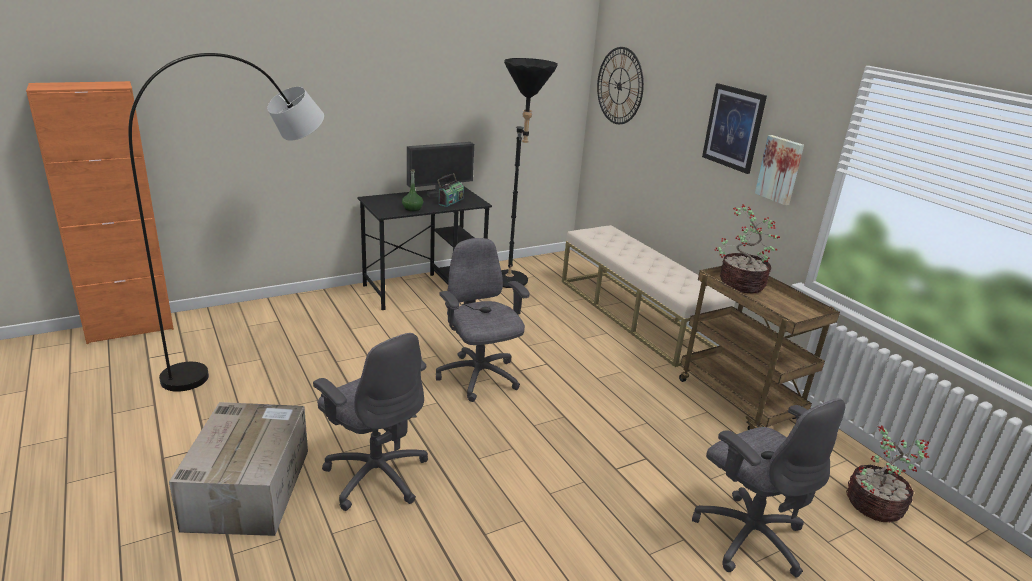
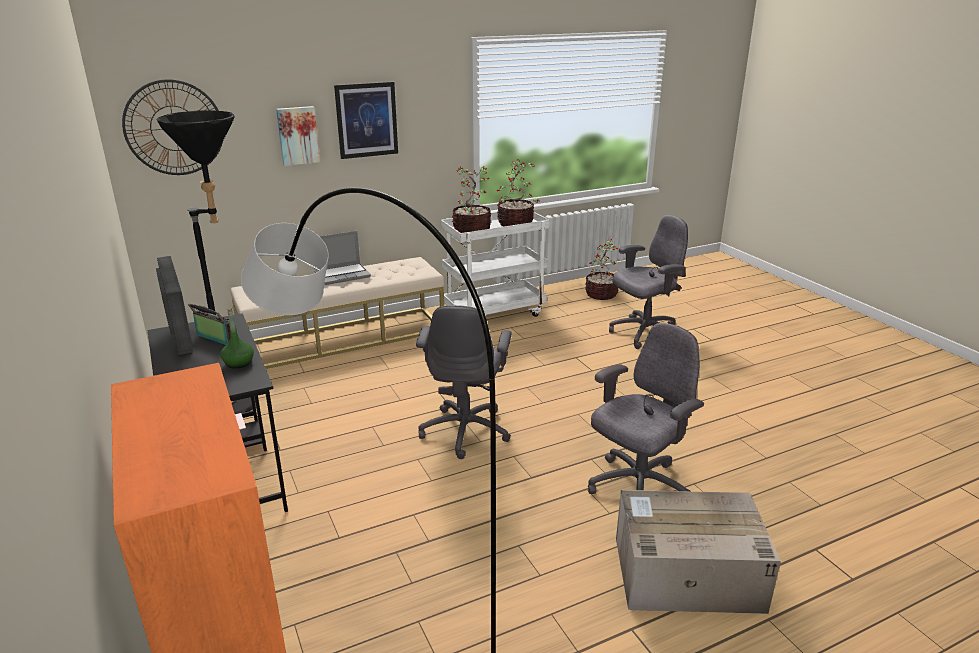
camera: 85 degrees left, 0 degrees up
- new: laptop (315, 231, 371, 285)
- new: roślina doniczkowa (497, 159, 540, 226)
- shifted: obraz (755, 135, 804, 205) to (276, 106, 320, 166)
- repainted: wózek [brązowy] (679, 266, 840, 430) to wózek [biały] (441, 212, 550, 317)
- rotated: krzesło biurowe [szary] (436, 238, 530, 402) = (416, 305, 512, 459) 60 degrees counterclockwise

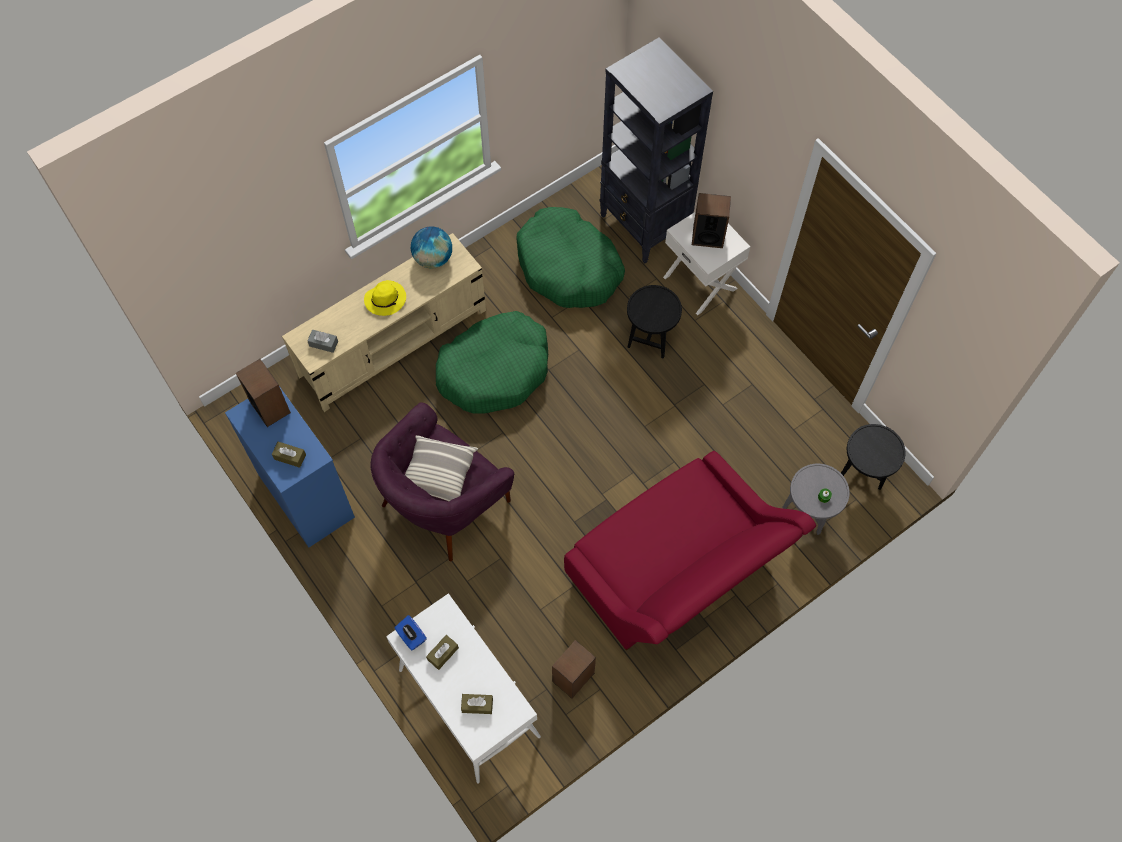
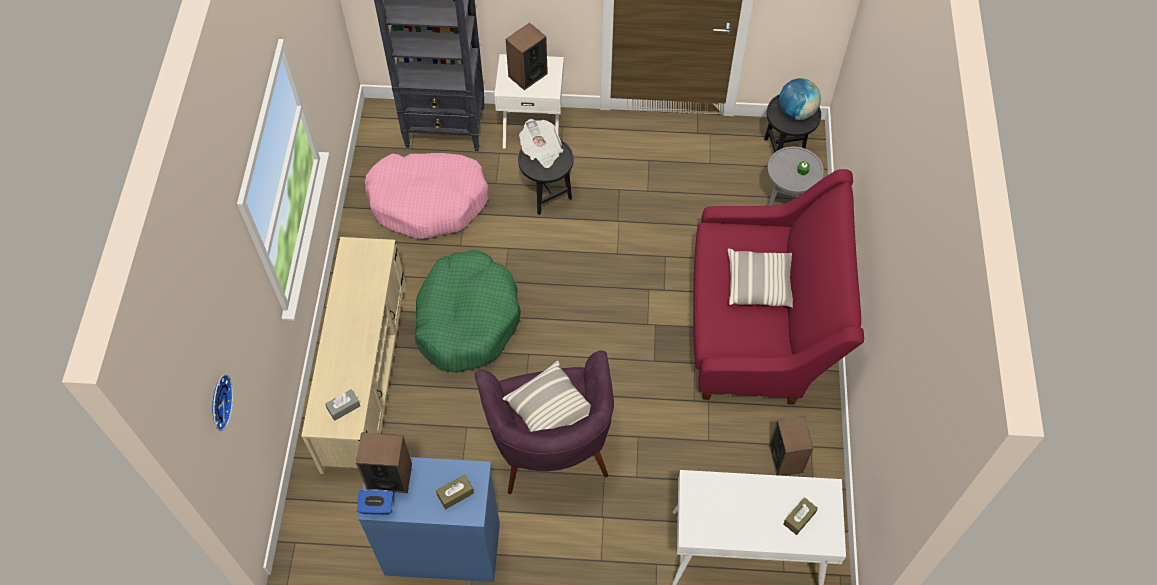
camera: 50 degrees left, 5 degrees down
- gone: kapelusz [żółty] (364, 280, 406, 316)
- gone: pudełko chusteczek [brązowy] (426, 635, 459, 670)
- new: zegar ścienny (212, 374, 233, 431)
- new: gazeta (519, 119, 563, 168)
- new: poduszka (728, 249, 793, 308)
- shifted: pudełko chusteczek [niebieski] (395, 615, 427, 650) to (357, 489, 393, 515)
- shifted: globus (411, 227, 452, 268) to (779, 78, 821, 120)
- repainted: legowisko [zielony] (516, 207, 625, 308) to legowisko [różowy] (365, 153, 489, 239)

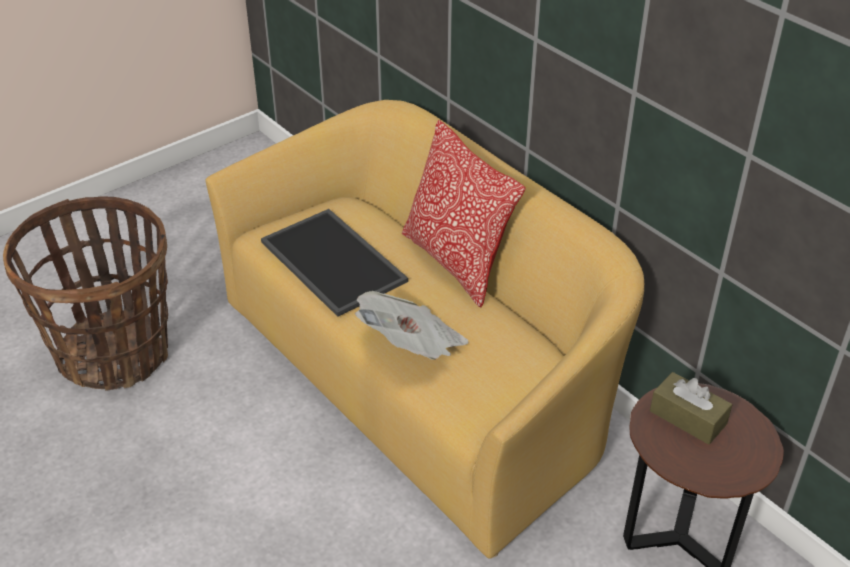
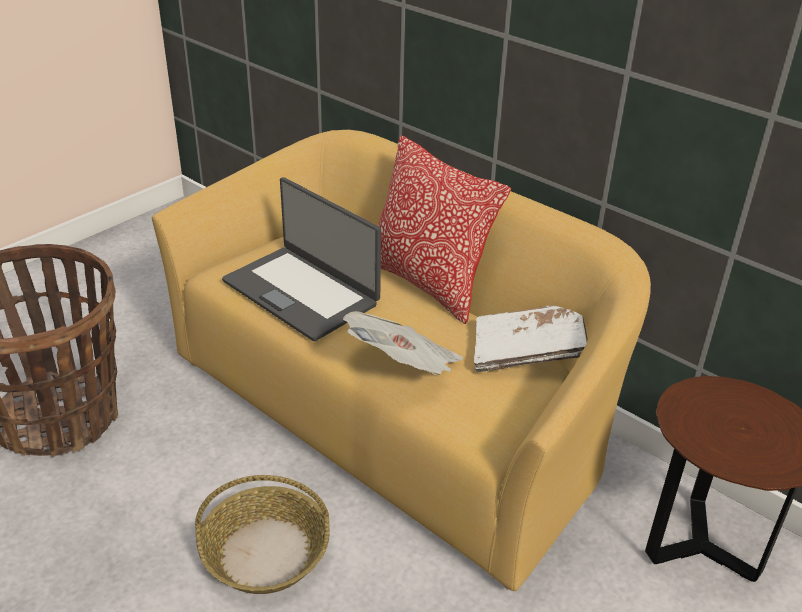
camera: 10 degrees left, 5 degrees down
- gone: pudełko chusteczek [brązowy] (650, 372, 732, 445)
- new: koszyk (195, 475, 330, 594)
- new: książka [biały] (474, 306, 588, 372)
- swapped: taca (261, 209, 408, 317) to laptop (222, 177, 381, 341)

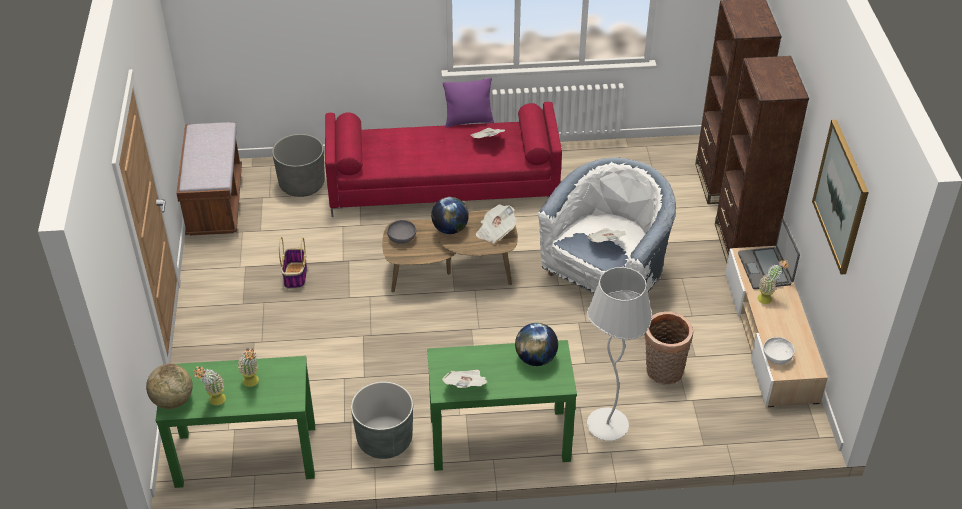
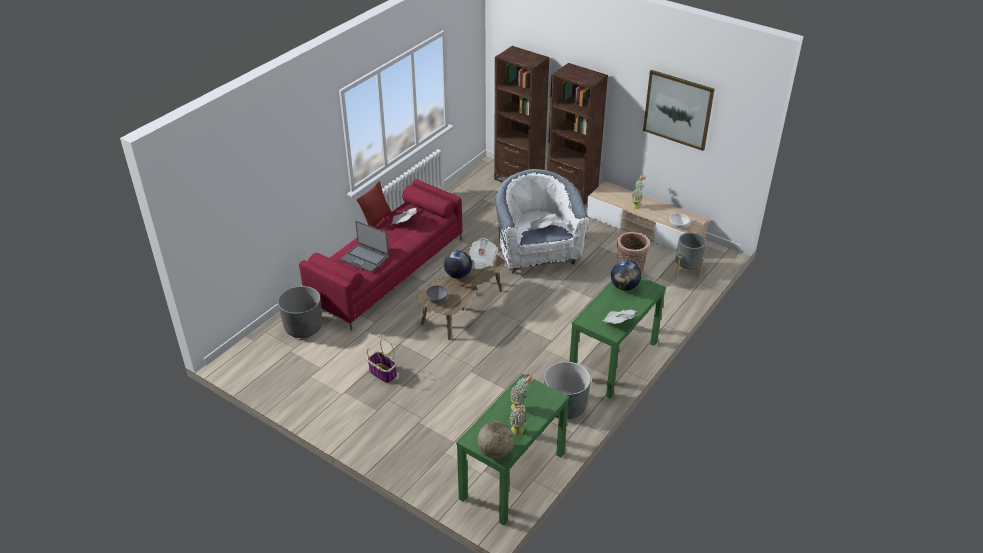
camera: 50 degrees left, 5 degrees down
- gone: ławka [brązowy] (176, 122, 242, 235)
- gone: lampa stojąca [biały] (587, 267, 652, 441)
- new: donica [szary] (675, 233, 706, 278)
- shifted: laptop (738, 218, 800, 289) to (341, 221, 389, 272)
- repainted: poduszka [fioletowy] (443, 78, 494, 128) to poduszka [czerwony] (357, 181, 392, 227)

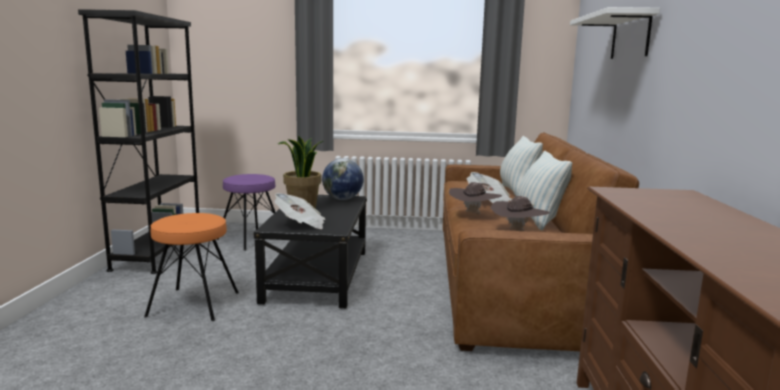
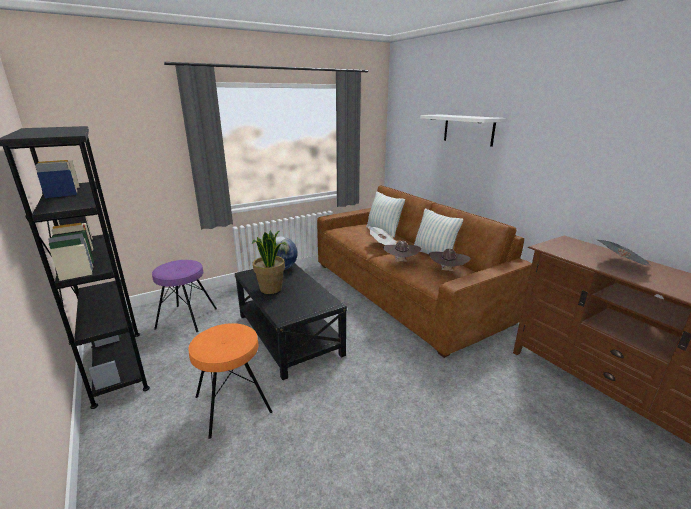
camera: 35 degrees left, 10 degrees up
- shifted: gazeta (274, 193, 325, 229) to (598, 240, 649, 266)

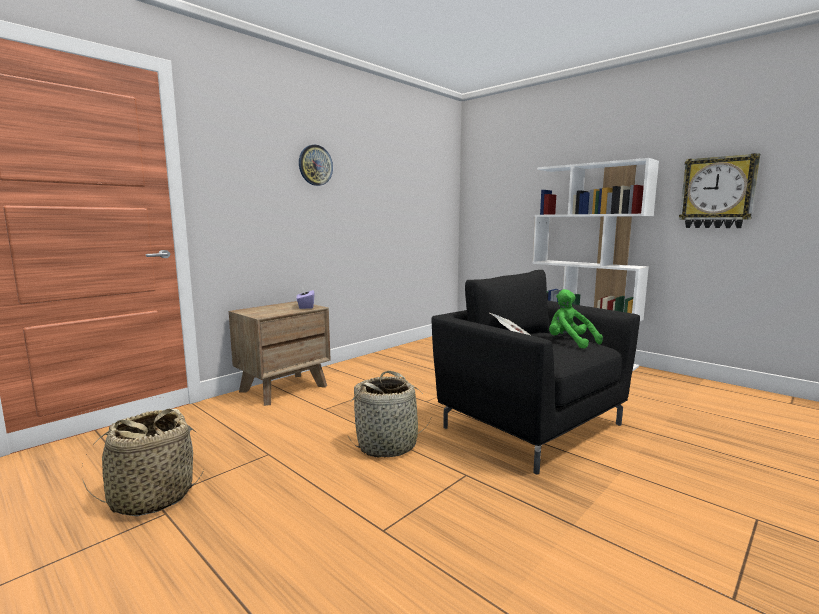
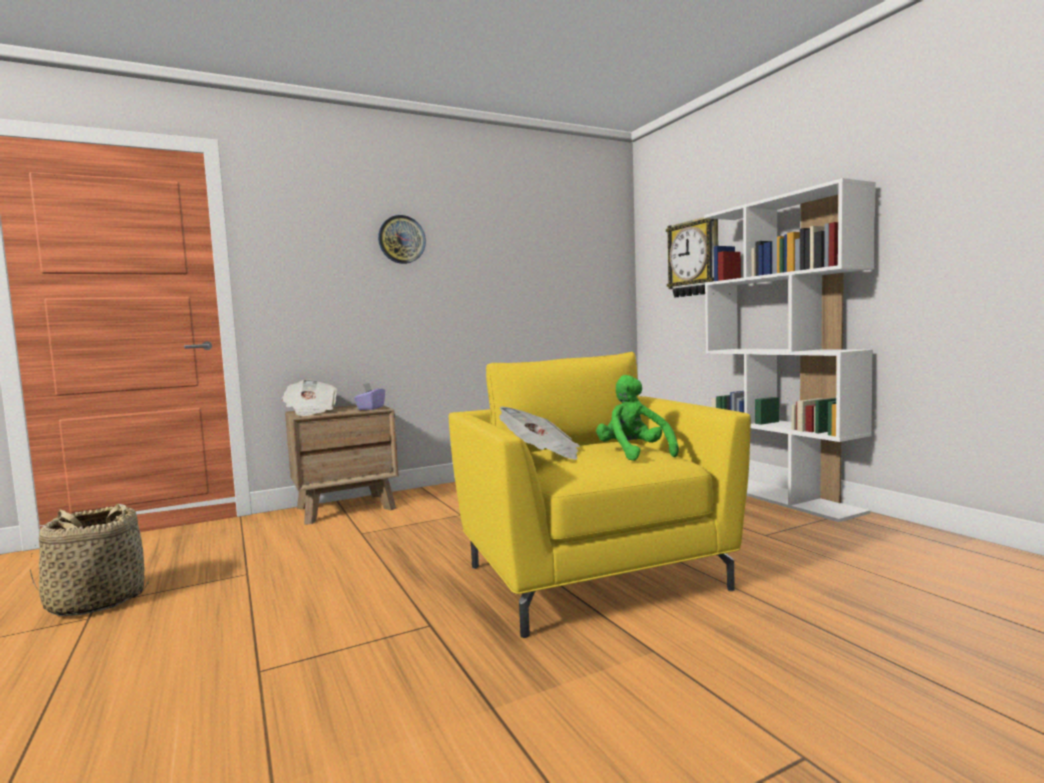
camera: 20 degrees right, 5 degrees down
- gone: koszyk (348, 371, 432, 458)
- new: gazeta (282, 379, 337, 416)
- shifted: zegar ścienny (679, 153, 760, 228) to (666, 217, 718, 297)
- repainted: fotel [czarny] (432, 270, 640, 474) to fotel [żółty] (449, 352, 751, 638)

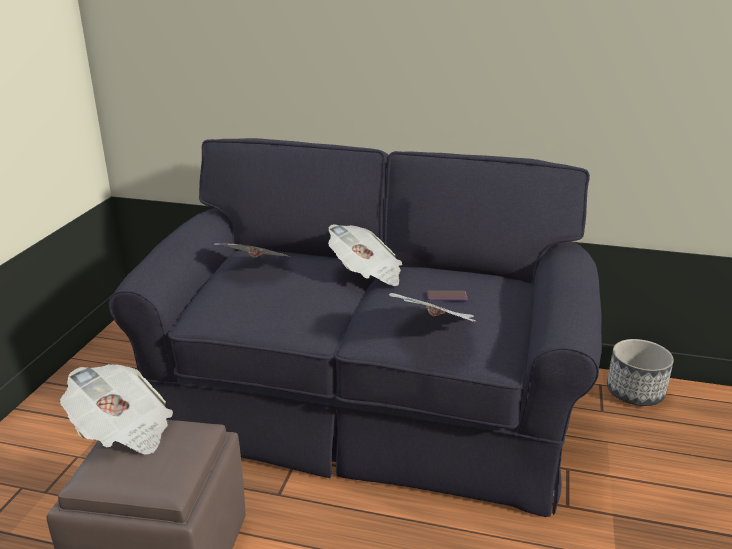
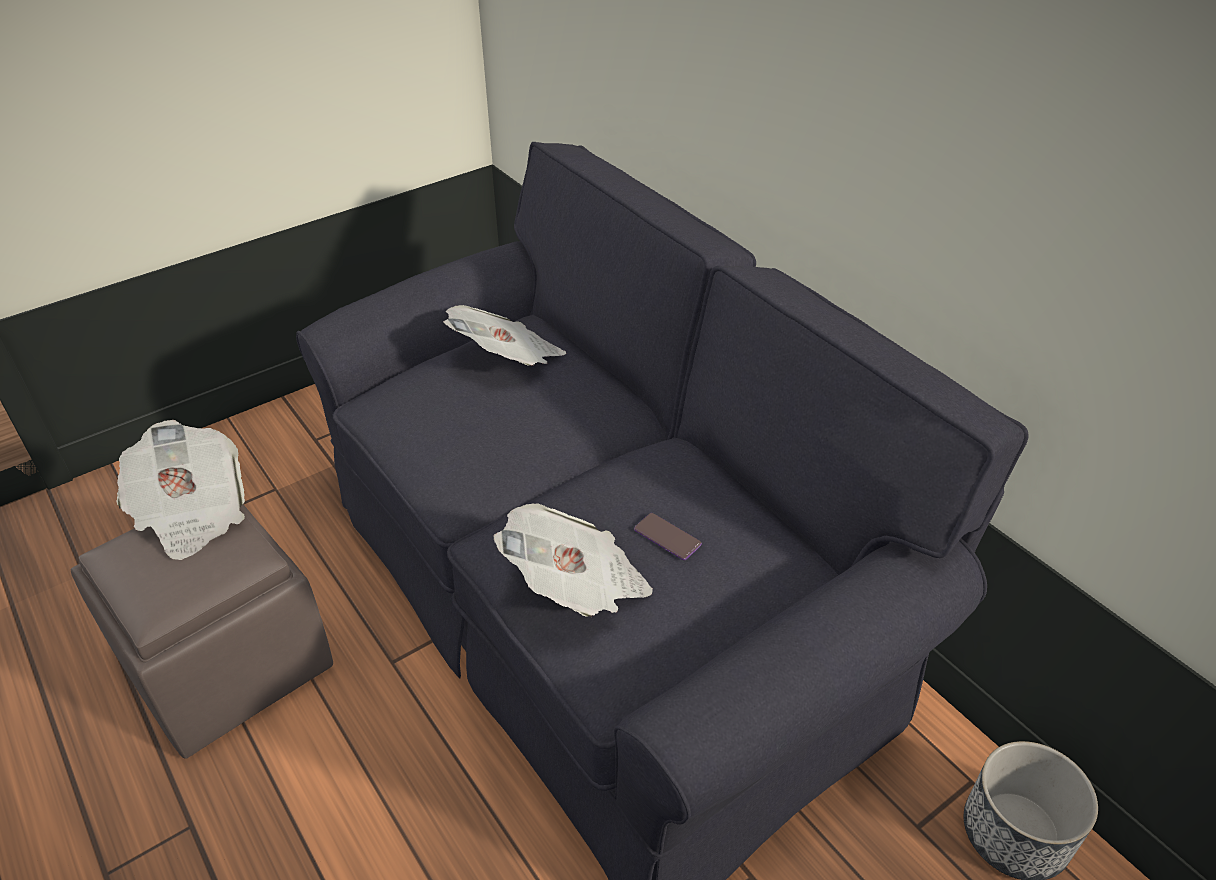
camera: 40 degrees right, 15 degrees up
- gone: gazeta (328, 224, 402, 286)

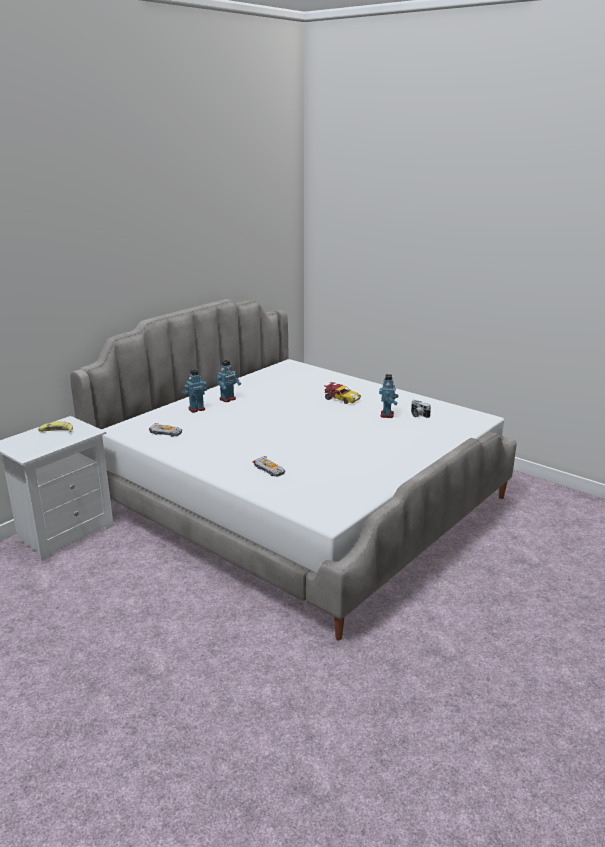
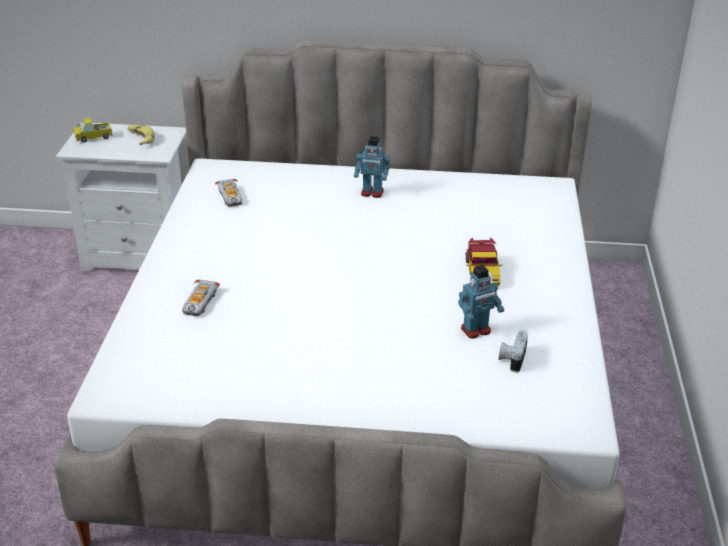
camera: 55 degrees right, 10 degrees up
- gone: robot zabawkowy (182, 369, 207, 412)
- new: ciężarówka zabawkowa (74, 118, 113, 143)

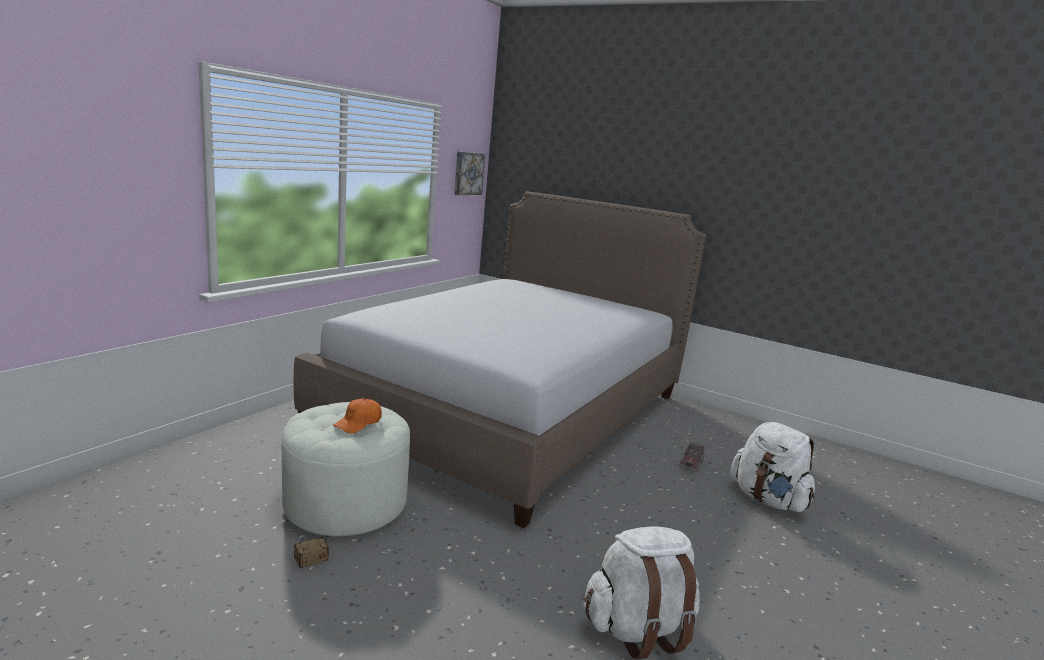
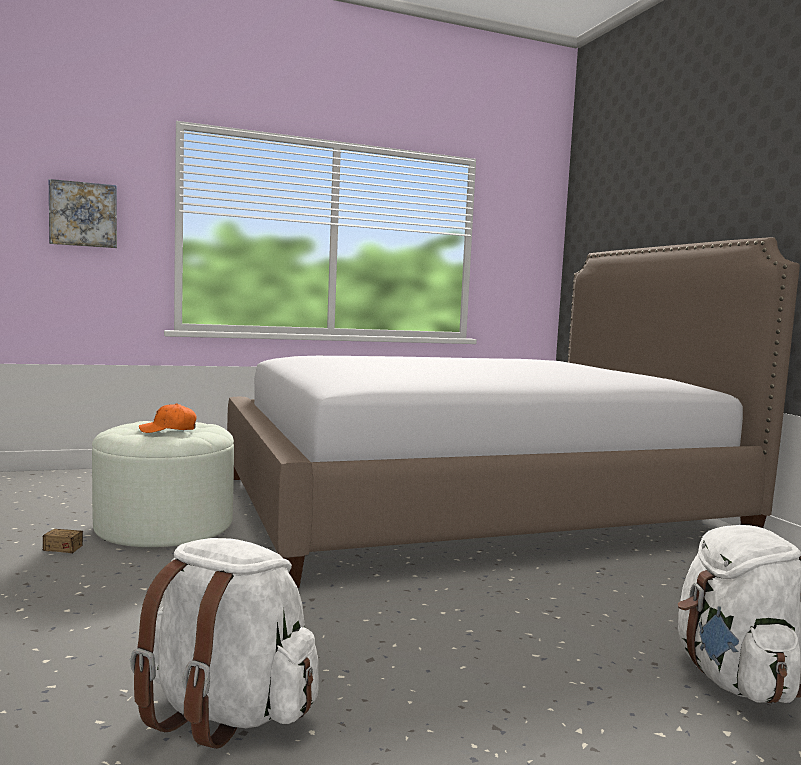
camera: 40 degrees right, 10 degrees down
- gone: ciężarówka zabawkowa (679, 442, 705, 472)
- shifted: obraz (454, 151, 485, 195) to (49, 179, 117, 248)

